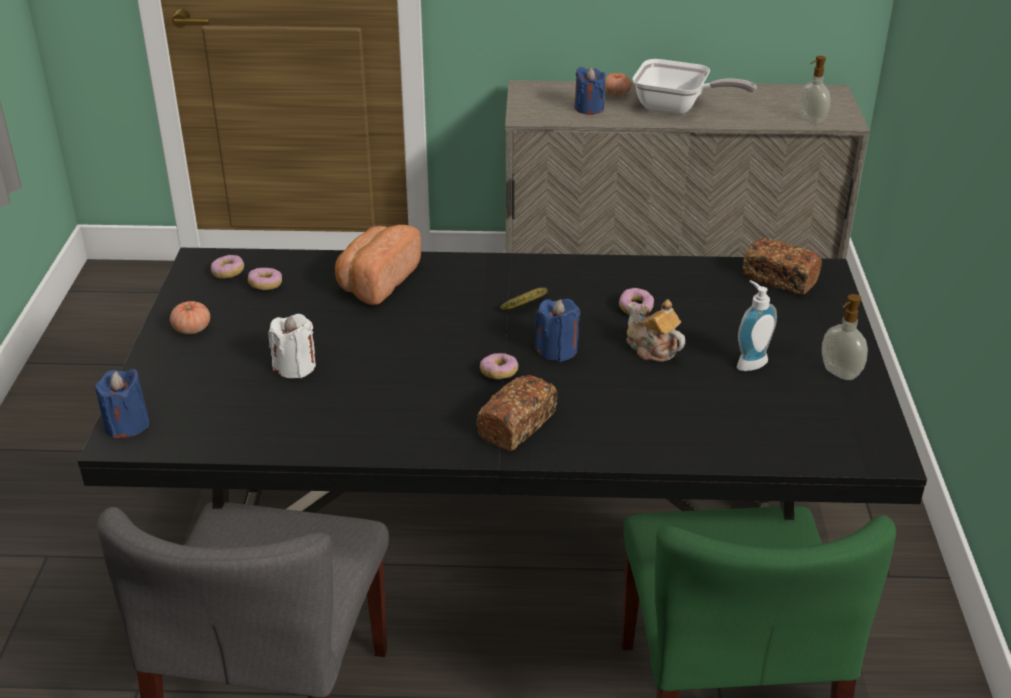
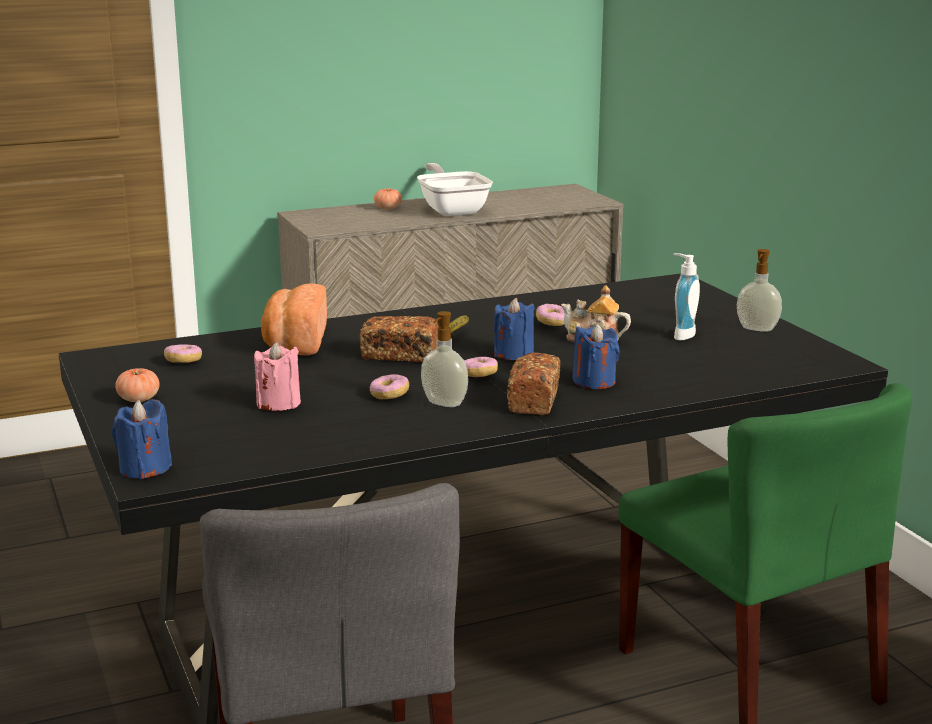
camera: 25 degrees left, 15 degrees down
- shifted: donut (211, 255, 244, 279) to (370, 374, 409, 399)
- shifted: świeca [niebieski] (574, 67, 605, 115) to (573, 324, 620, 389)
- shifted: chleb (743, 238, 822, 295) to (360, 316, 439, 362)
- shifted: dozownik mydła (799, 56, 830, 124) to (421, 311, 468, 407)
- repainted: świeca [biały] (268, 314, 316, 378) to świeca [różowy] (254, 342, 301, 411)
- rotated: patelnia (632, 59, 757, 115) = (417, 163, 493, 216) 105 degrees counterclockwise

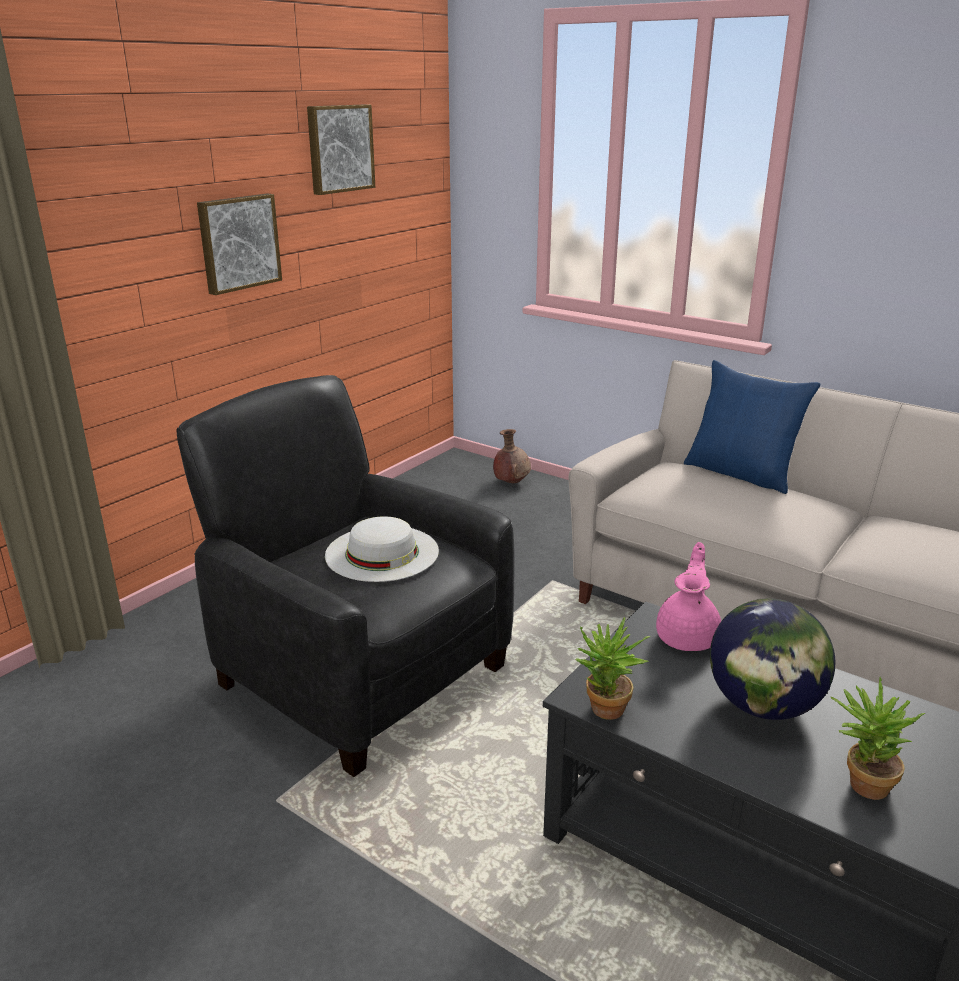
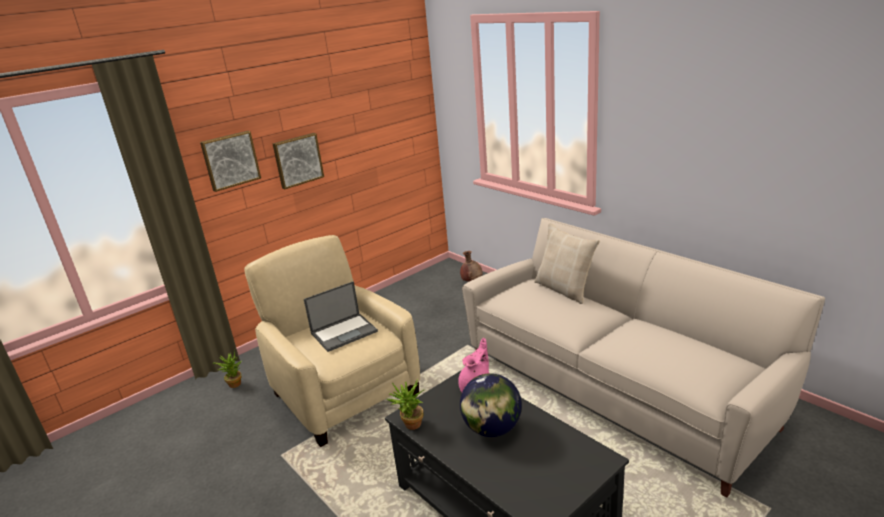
camera: 15 degrees right, 0 degrees up
- shifted: obraz (307, 104, 375, 195) to (200, 131, 261, 192)
- shifted: roślina doniczkowa (830, 677, 925, 800) to (213, 352, 242, 388)
- swapped: kapelusz [biały] (325, 516, 439, 582) to laptop (304, 281, 378, 352)
- repainted: fotel [czarny] (176, 375, 515, 777) to fotel [beżowy] (244, 235, 420, 447)
- repainted: poduszka [niebieski] (684, 360, 820, 494) to poduszka [beżowy] (534, 223, 600, 304)

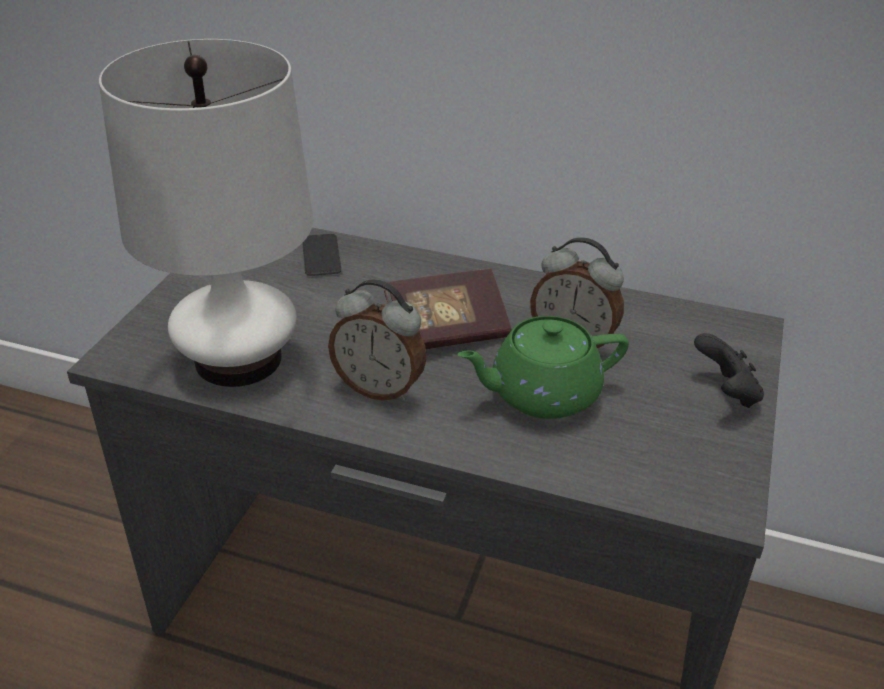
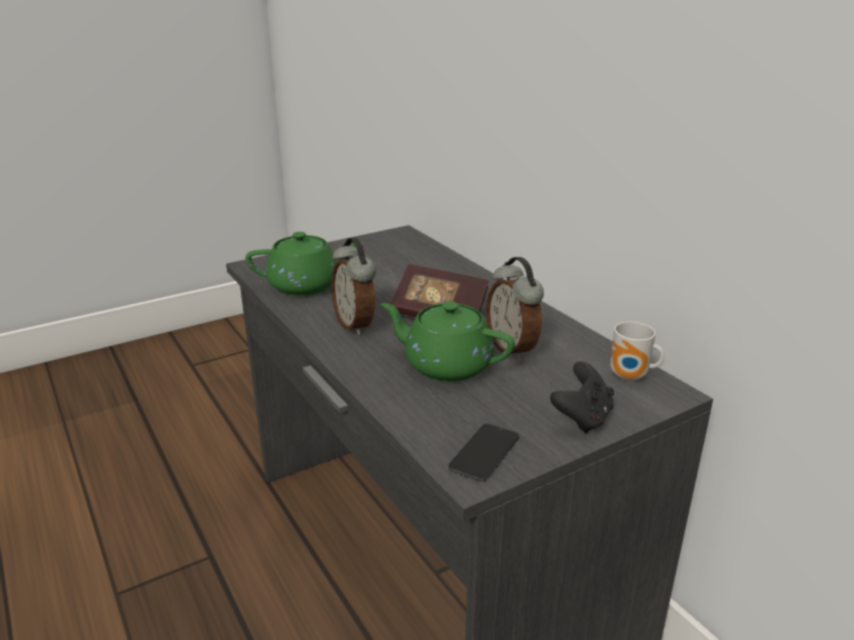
camera: 40 degrees right, 10 degrees down
- new: kubek (610, 321, 664, 381)
- shifted: telefon (302, 234, 341, 276) to (448, 424, 519, 482)
- swapped: lampa stołowa [biały] (99, 39, 313, 387) to imbryk [zielony] (246, 232, 363, 296)

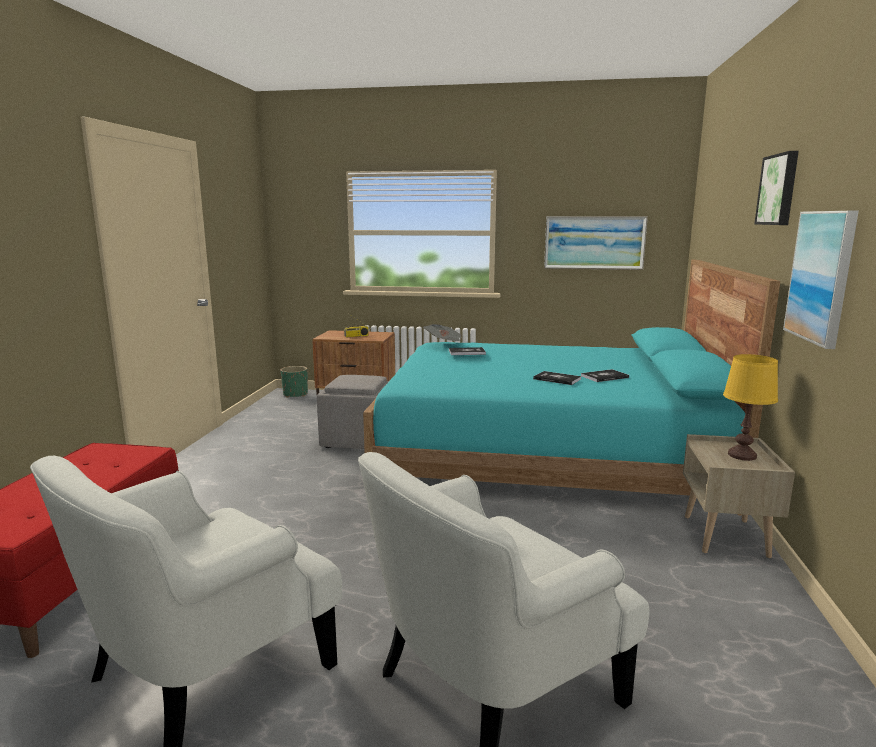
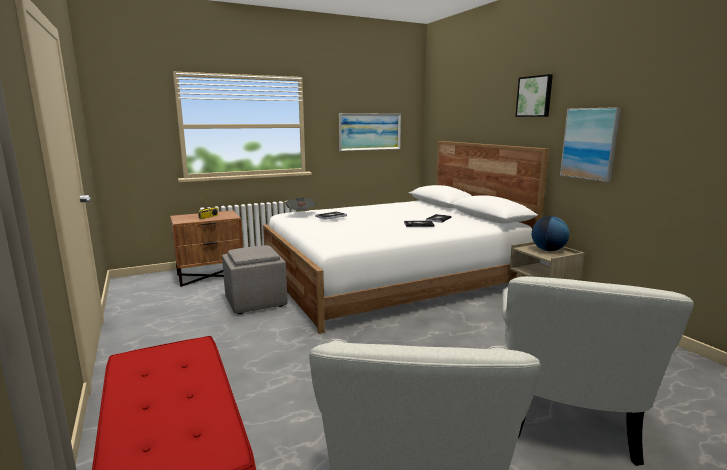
camera: 35 degrees left, 0 degrees up
- gone: donica [zielony] (281, 366, 308, 398)
- swapped: lampa stołowa [żółty] (723, 354, 778, 461) to globus (532, 216, 569, 251)
- repainted: łóżko [turkusowy] (363, 260, 780, 516) to łóżko [biały] (263, 141, 549, 334)

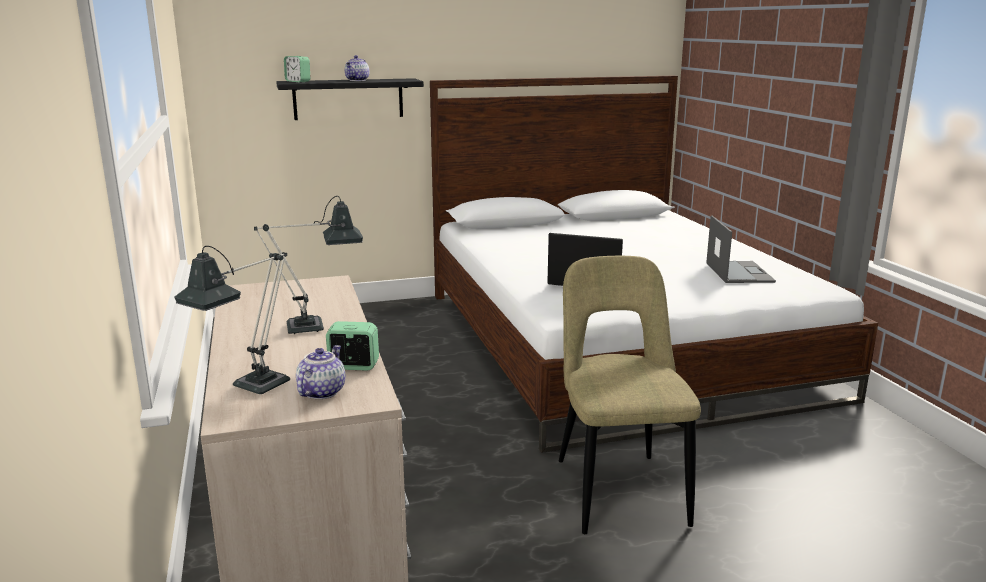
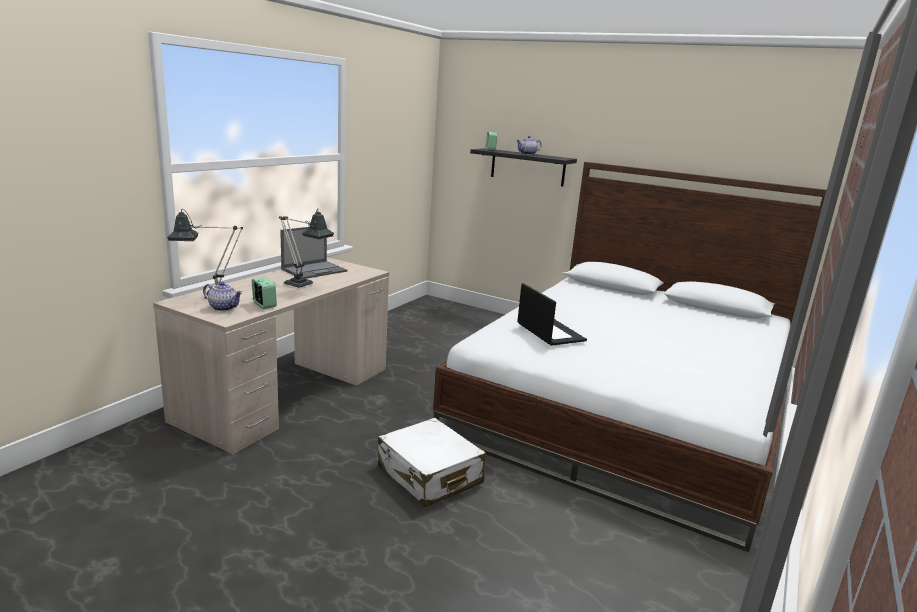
camera: 45 degrees right, 0 degrees up
- shifted: laptop (706, 215, 776, 283) to (280, 225, 347, 279)
- swapped: krzesło [beżowy] (559, 256, 701, 534) to walizka [biały] (378, 418, 486, 507)
- rotated: imbryk (296, 345, 345, 399) = (203, 282, 243, 311) 45 degrees clockwise

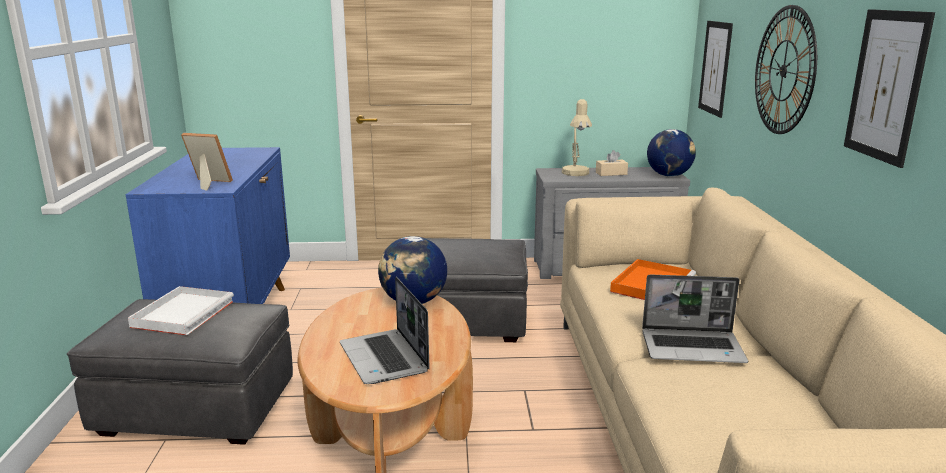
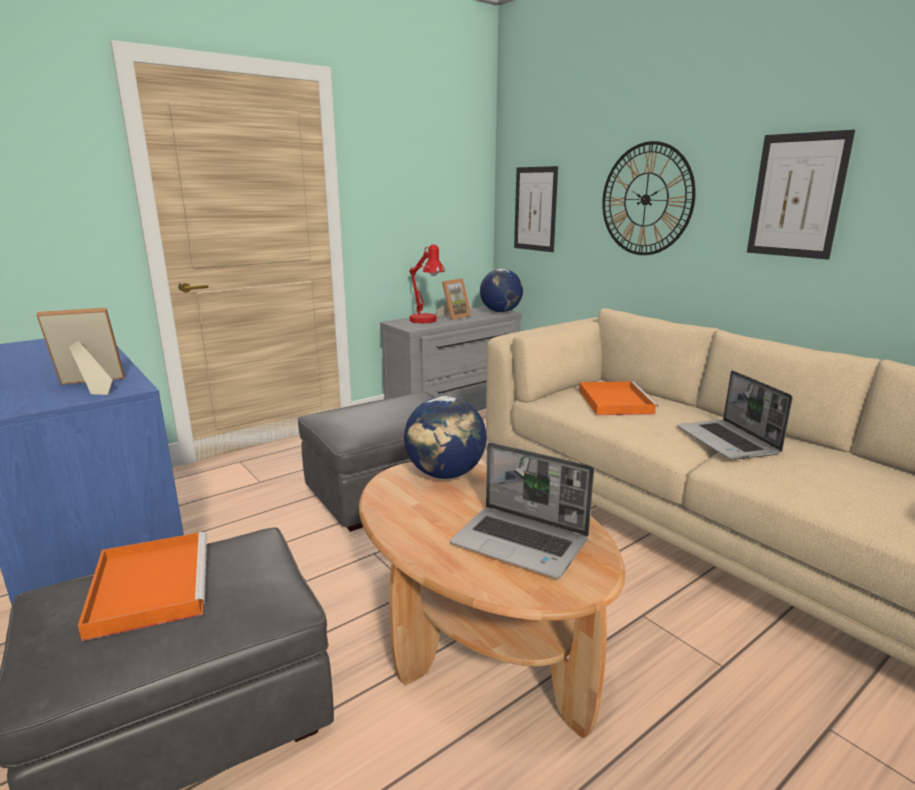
camera: 35 degrees left, 0 degrees up
- swapped: pudełko chusteczek [beżowy] (596, 150, 628, 176) to ramka na zdjęcie (436, 278, 472, 320)
- repainted: taca [biały] (128, 286, 234, 335) to taca [pomarańczowy] (78, 532, 207, 641)
- repainted: lampa stołowa [beżowy] (562, 99, 592, 176) to lampa stołowa [czerwony] (409, 244, 445, 323)
- rotated: laptop (642, 274, 748, 363) = (677, 370, 793, 460) 105 degrees clockwise

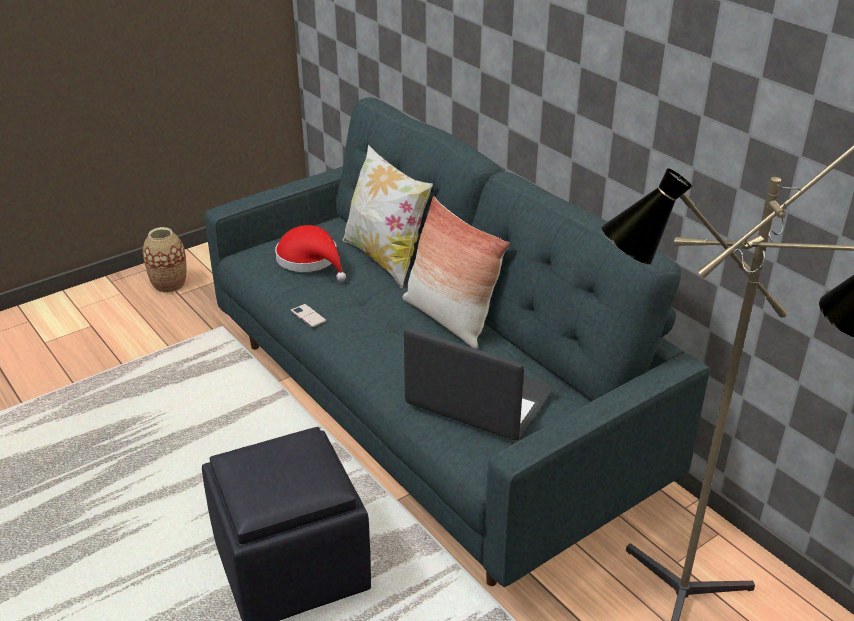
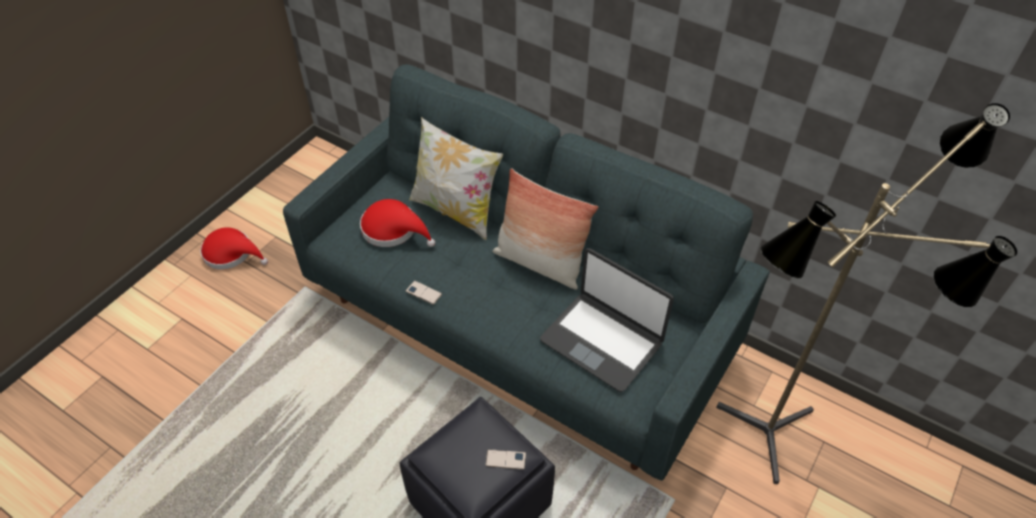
camera: 20 degrees left, 15 degrees up
- new: telefon (486, 449, 526, 469)
- swapped: wazon (143, 227, 187, 293) to kapelusz [czerwony] (200, 227, 268, 270)
- rotated: laptop (404, 328, 553, 440) = (540, 248, 674, 392) 150 degrees counterclockwise

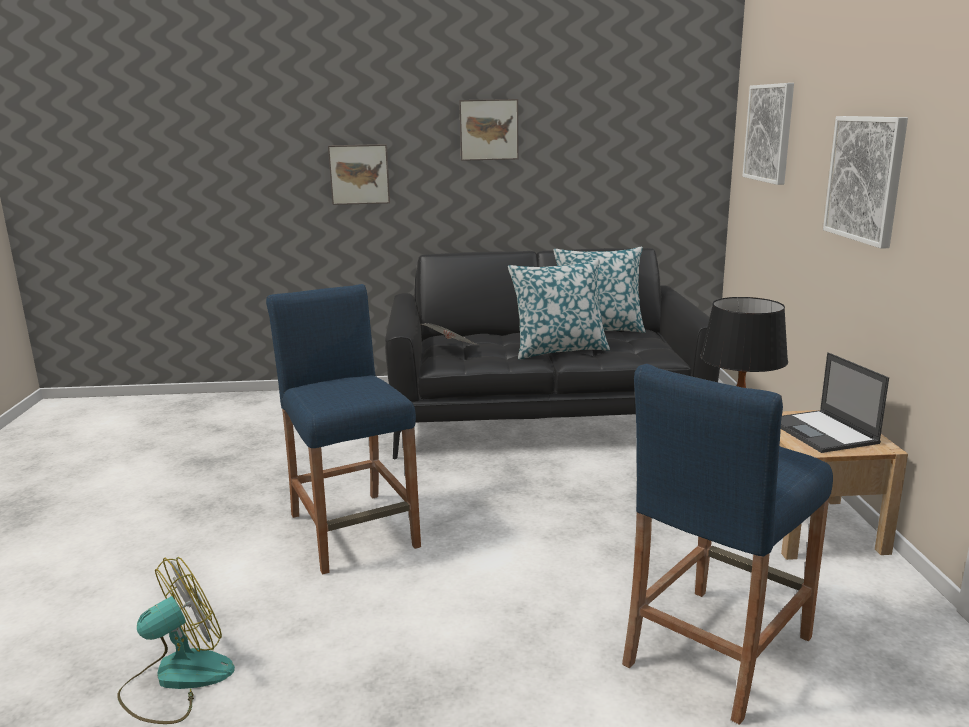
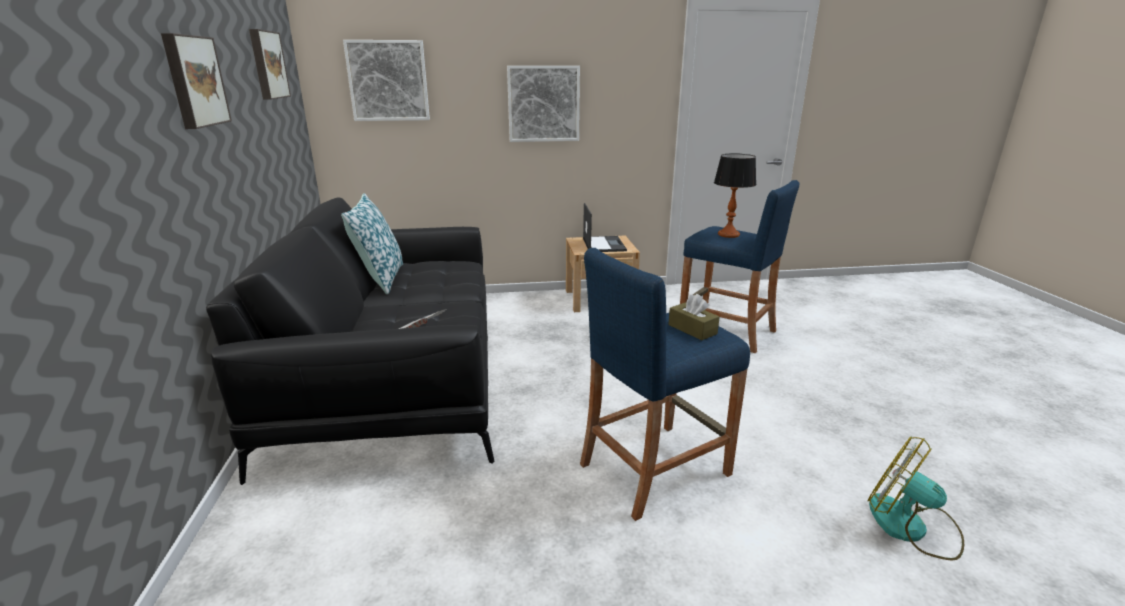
camera: 95 degrees left, 5 degrees up
- gone: poduszka (508, 259, 610, 360)
- new: pudełko chusteczek [brązowy] (668, 294, 720, 340)
- shifted: obraz (328, 144, 390, 205) to (249, 29, 291, 100)
- rotated: laptop (781, 352, 889, 453) = (583, 203, 627, 252) 75 degrees counterclockwise

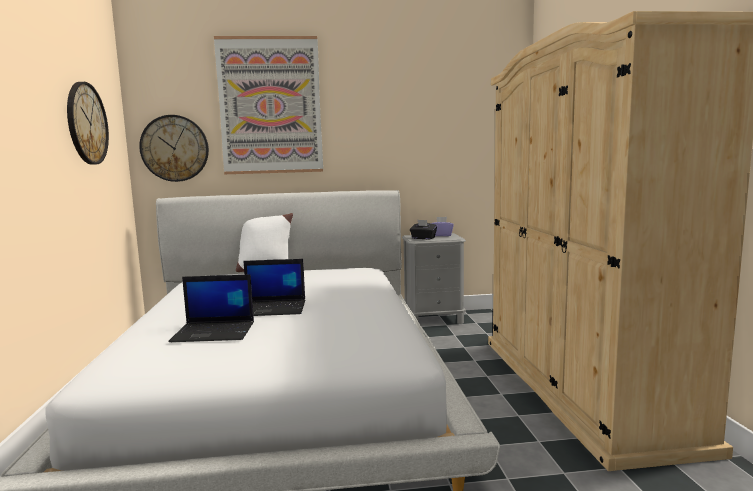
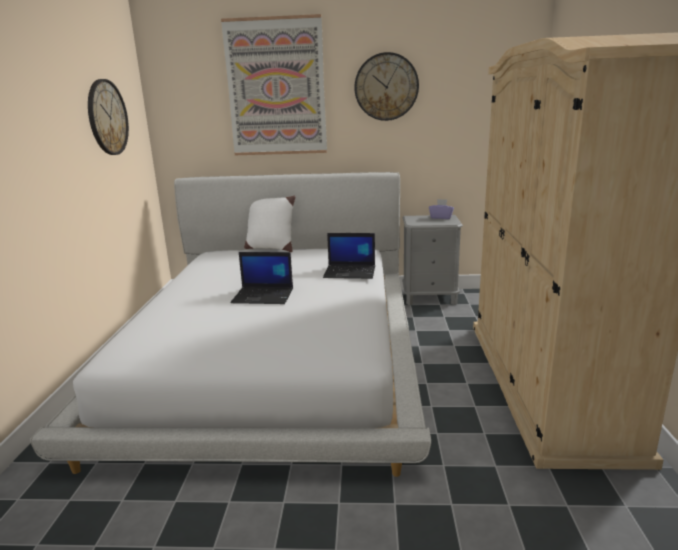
camera: 10 degrees right, 10 degrees up
- gone: pudełko chusteczek [czarny] (410, 220, 437, 239)
- shifted: zegar ścienny (139, 115, 209, 182) to (354, 52, 419, 121)
- shifted: laptop (168, 275, 254, 342) to (323, 233, 375, 279)

